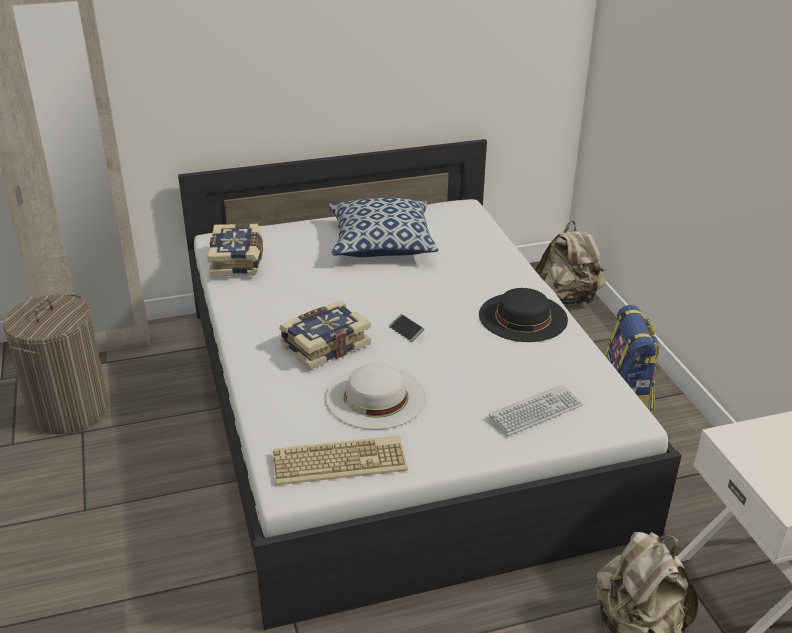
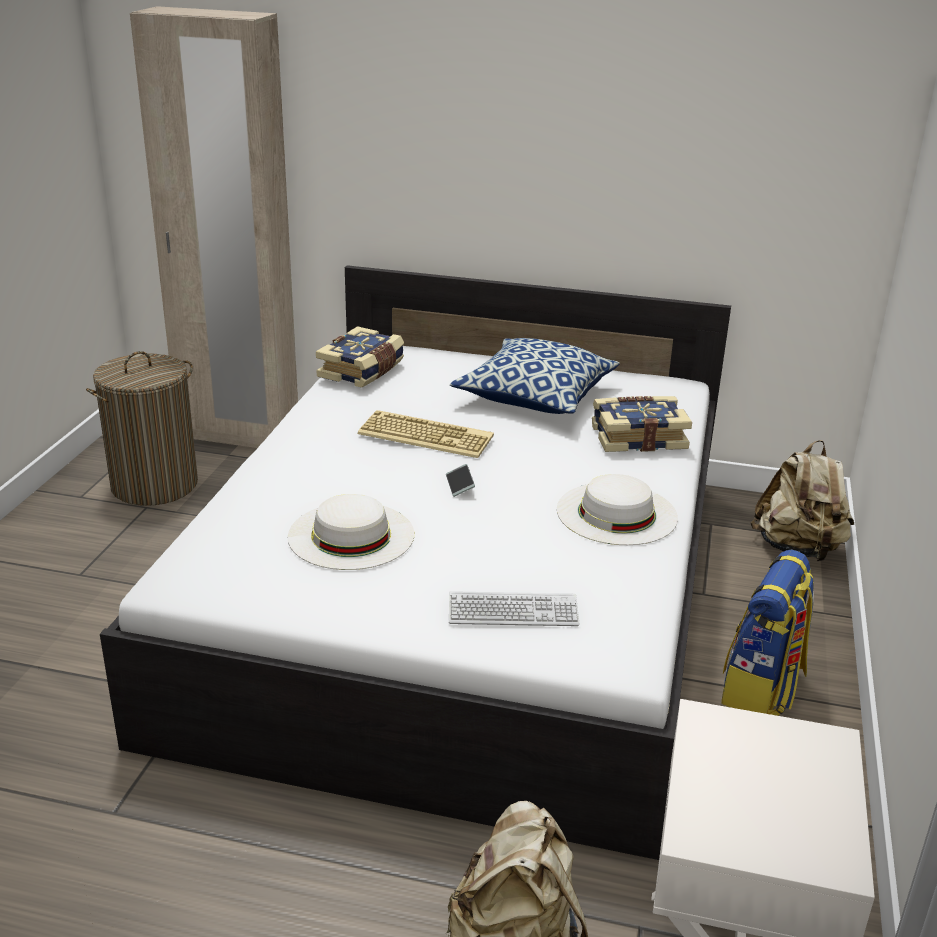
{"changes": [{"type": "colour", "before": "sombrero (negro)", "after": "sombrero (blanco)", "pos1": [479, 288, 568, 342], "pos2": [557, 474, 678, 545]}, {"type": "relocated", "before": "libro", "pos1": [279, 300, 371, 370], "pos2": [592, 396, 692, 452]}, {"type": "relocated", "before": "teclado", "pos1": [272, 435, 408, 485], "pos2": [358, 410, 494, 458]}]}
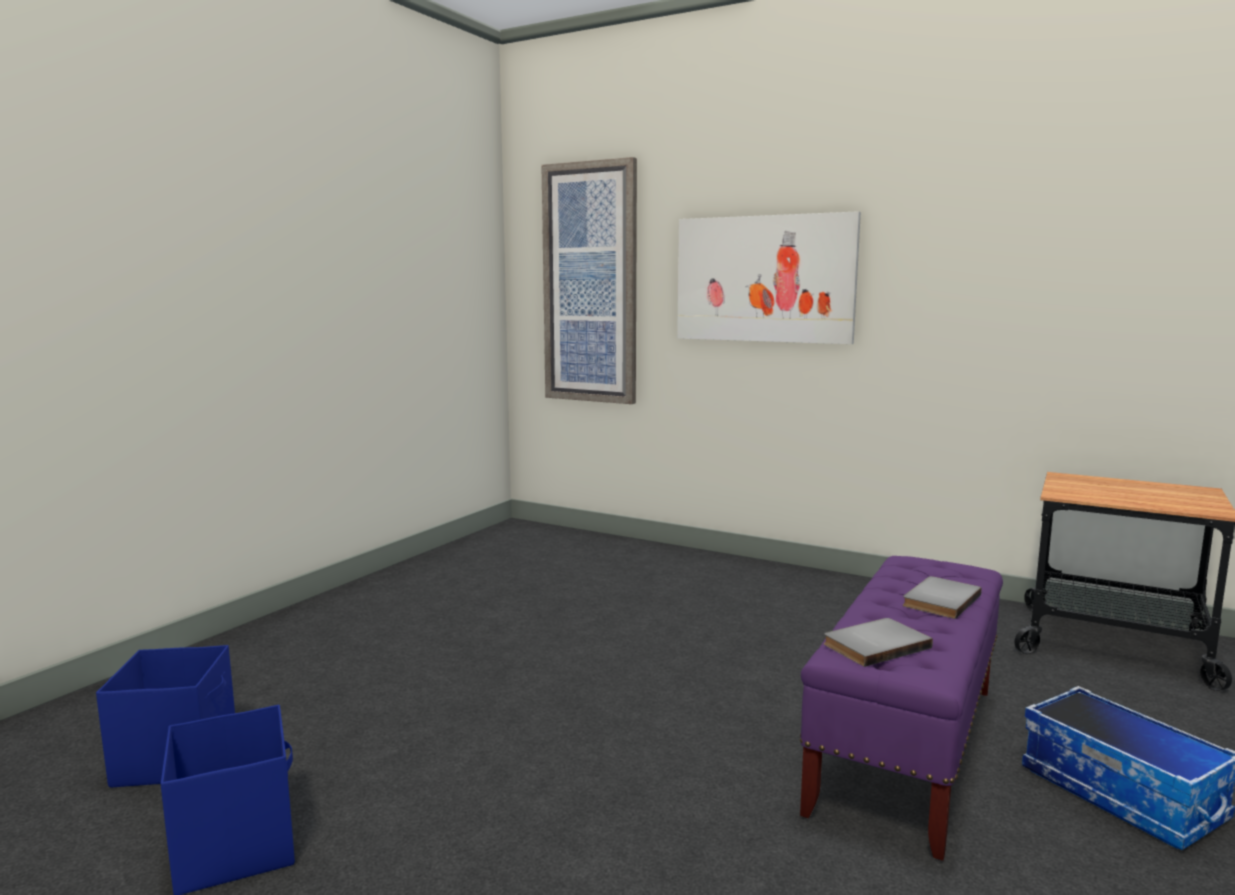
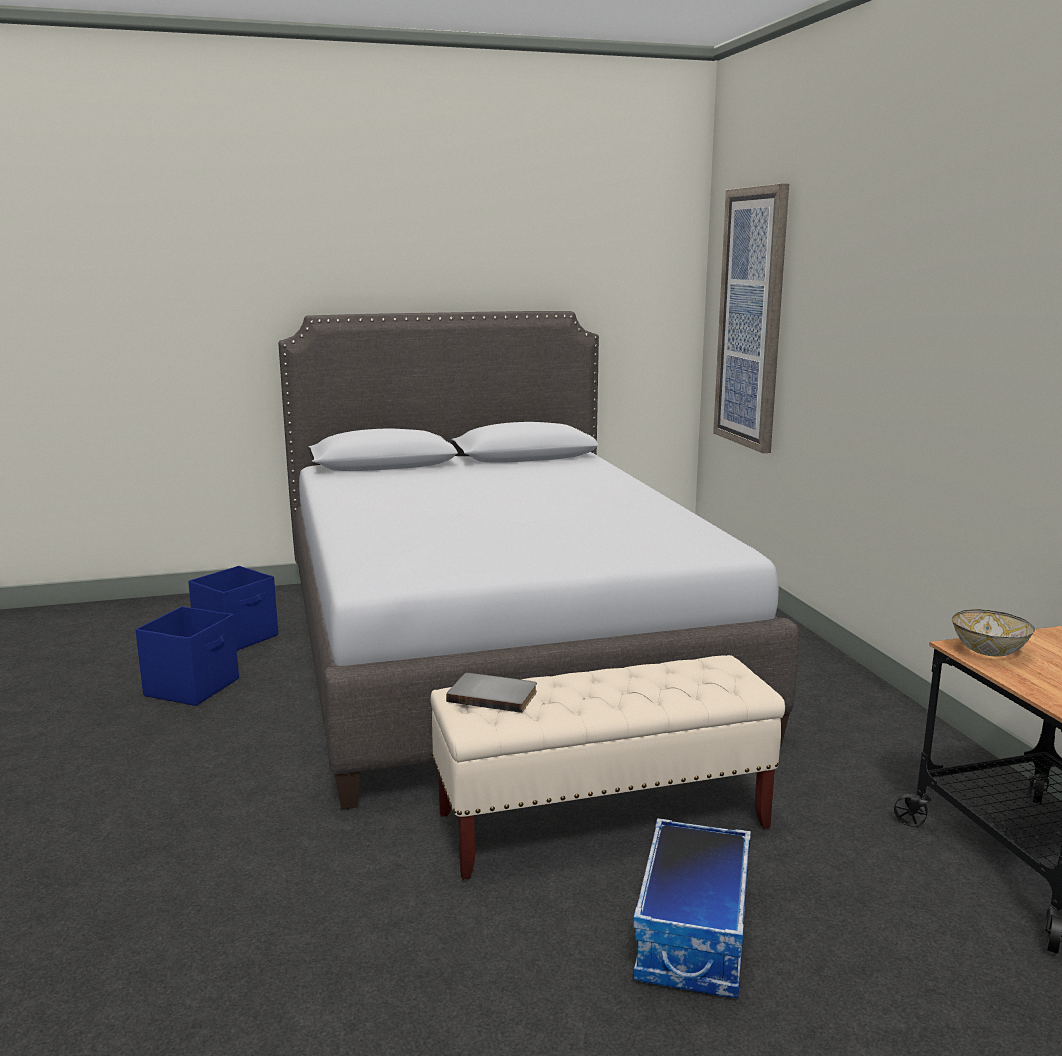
{"changes": [{"type": "missing", "before": "cuadro", "pos1": [677, 211, 861, 344]}, {"type": "colour", "before": "banco (morado)", "after": "banco (beis)", "pos1": [800, 556, 1003, 861], "pos2": [430, 655, 785, 880]}, {"type": "missing", "before": "libro (gris)", "pos1": [903, 576, 982, 619]}, {"type": "appeared", "after": "cama (gris)", "pos2": [278, 311, 799, 810]}, {"type": "appeared", "after": "cuenco", "pos2": [952, 609, 1035, 657]}]}
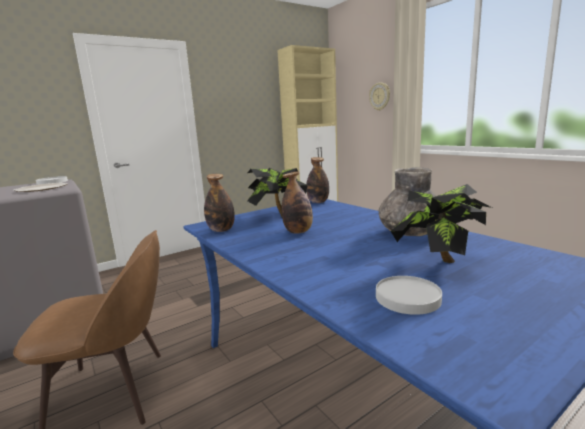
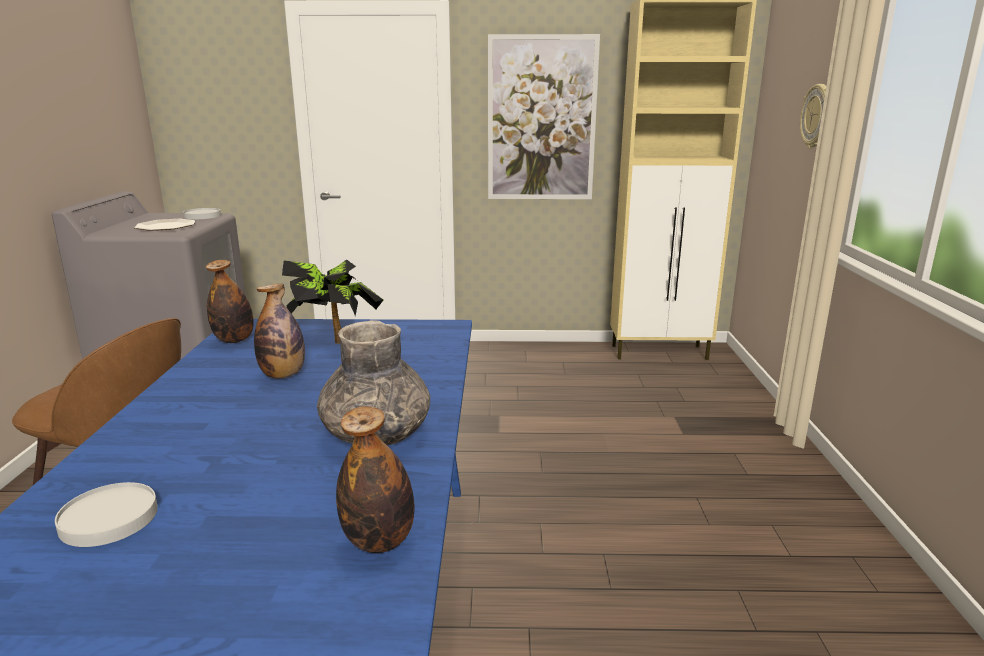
{"changes": [{"type": "relocated", "before": "botella", "pos1": [306, 157, 329, 203], "pos2": [336, 406, 414, 553]}, {"type": "missing", "before": "planta en maceta", "pos1": [391, 184, 492, 263]}, {"type": "appeared", "after": "cuadro", "pos2": [488, 34, 600, 199]}]}
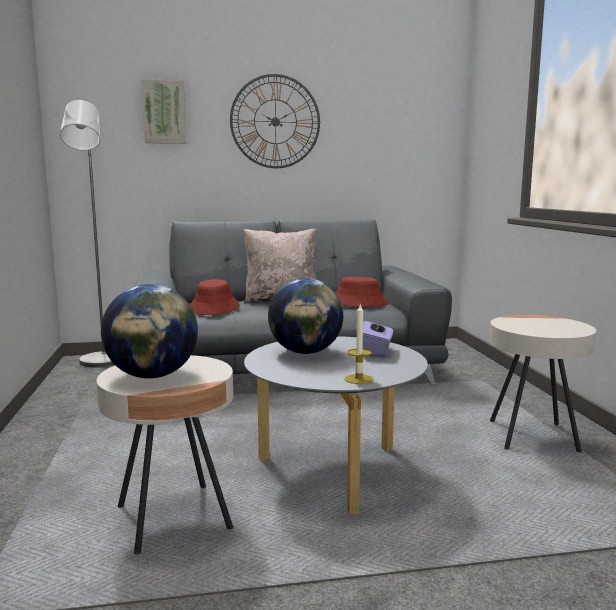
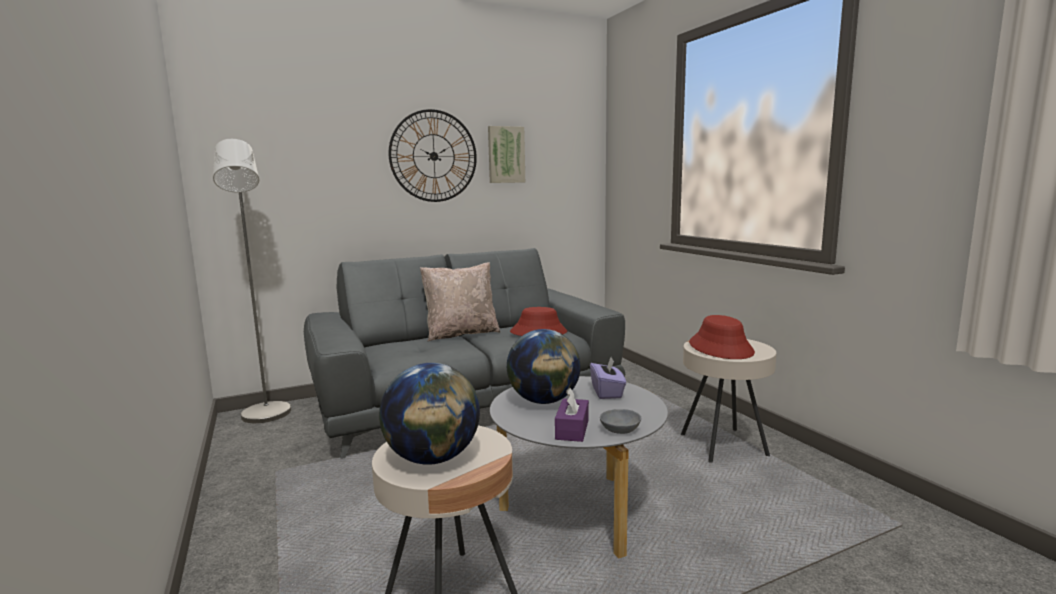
{"changes": [{"type": "relocated", "before": "cuadro", "pos1": [141, 79, 186, 144], "pos2": [488, 126, 525, 183]}, {"type": "relocated", "before": "sombrero (rojo)", "pos1": [190, 279, 240, 315], "pos2": [689, 315, 755, 359]}, {"type": "exchanged", "before": "vela", "after": "cuenco (gris)", "pos1": [345, 303, 373, 384], "pos2": [600, 409, 641, 434]}, {"type": "appeared", "after": "caja de pañuelos (morado)", "pos2": [555, 388, 589, 442]}]}
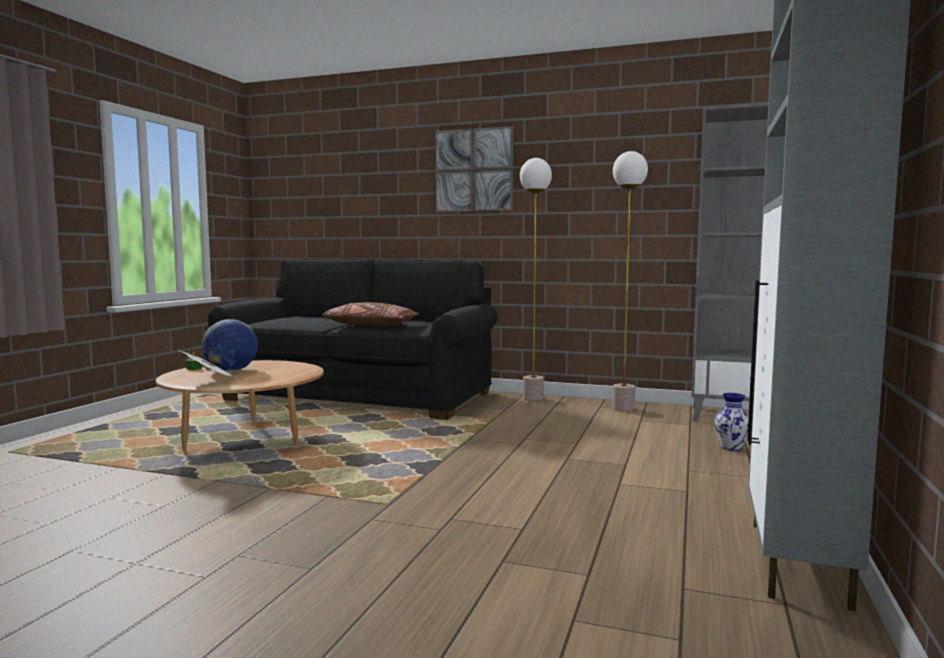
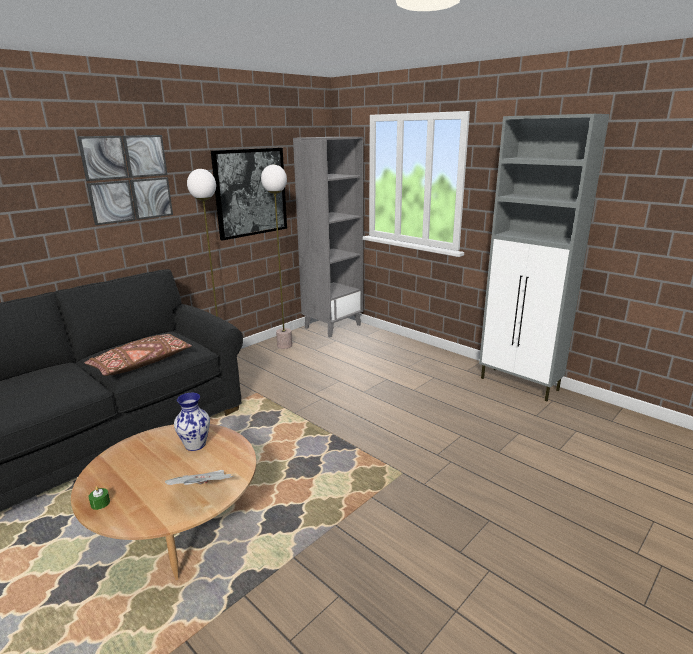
{"changes": [{"type": "missing", "before": "globo terráqueo", "pos1": [202, 319, 258, 371]}, {"type": "relocated", "before": "florero", "pos1": [715, 393, 749, 451], "pos2": [174, 393, 210, 451]}, {"type": "appeared", "after": "cuadro", "pos2": [211, 148, 287, 241]}]}
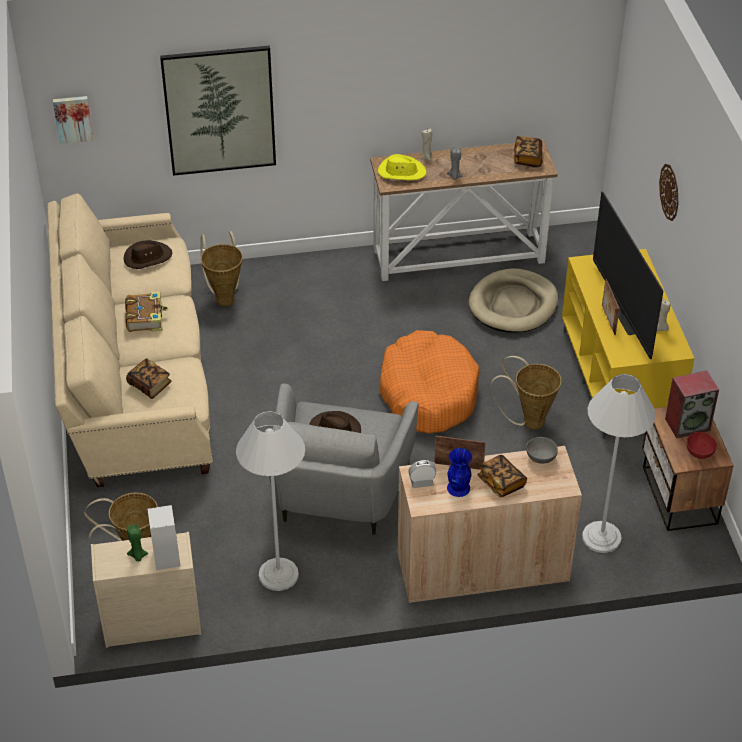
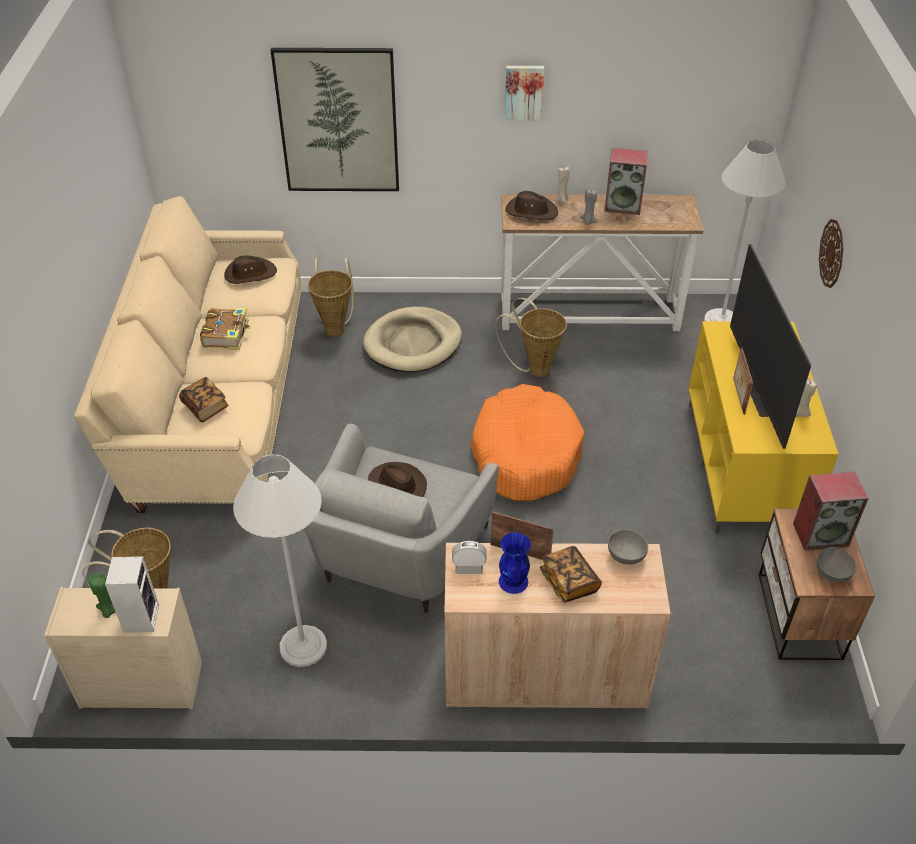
{"changes": [{"type": "relocated", "before": "cuadro", "pos1": [53, 96, 94, 144], "pos2": [505, 66, 544, 120]}, {"type": "missing", "before": "libro", "pos1": [514, 136, 543, 167]}, {"type": "colour", "before": "sombrero (amarillo)", "after": "sombrero (marrón)", "pos1": [378, 154, 426, 180], "pos2": [506, 191, 558, 220]}, {"type": "relocated", "before": "cama para perro (beis)", "pos1": [469, 268, 558, 333], "pos2": [363, 307, 462, 372]}, {"type": "relocated", "before": "cesta", "pos1": [491, 356, 562, 429], "pos2": [496, 298, 567, 377]}, {"type": "relocated", "before": "lámpara de pie (blanco)", "pos1": [582, 374, 656, 553], "pos2": [704, 140, 786, 321]}, {"type": "colour", "before": "cuenco (rojo)", "after": "cuenco (gris)", "pos1": [686, 432, 717, 459], "pos2": [817, 547, 856, 582]}, {"type": "appeared", "after": "altavoz", "pos2": [604, 148, 648, 215]}]}
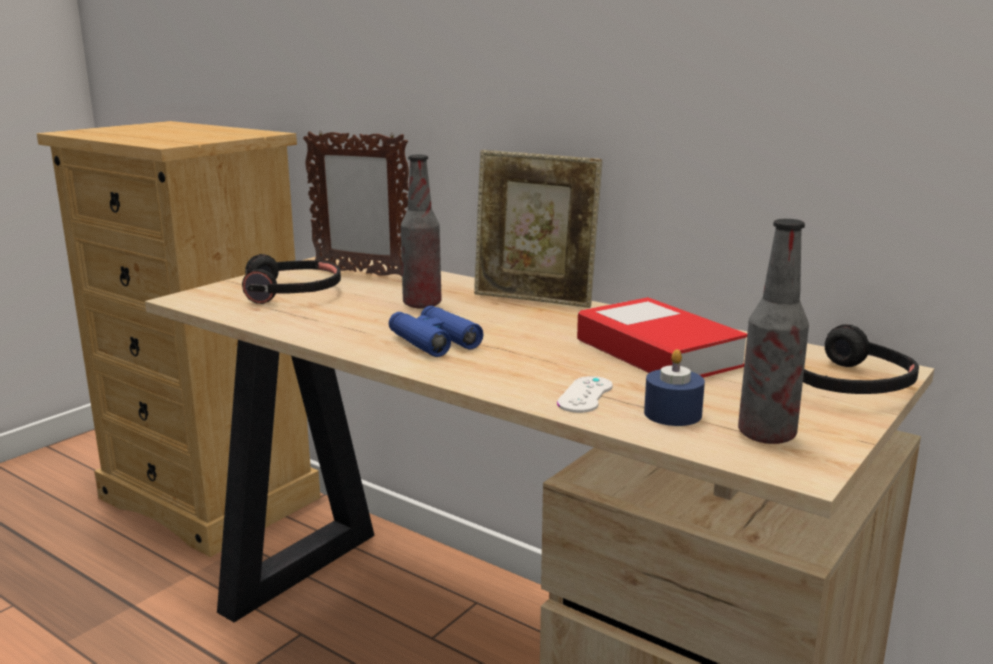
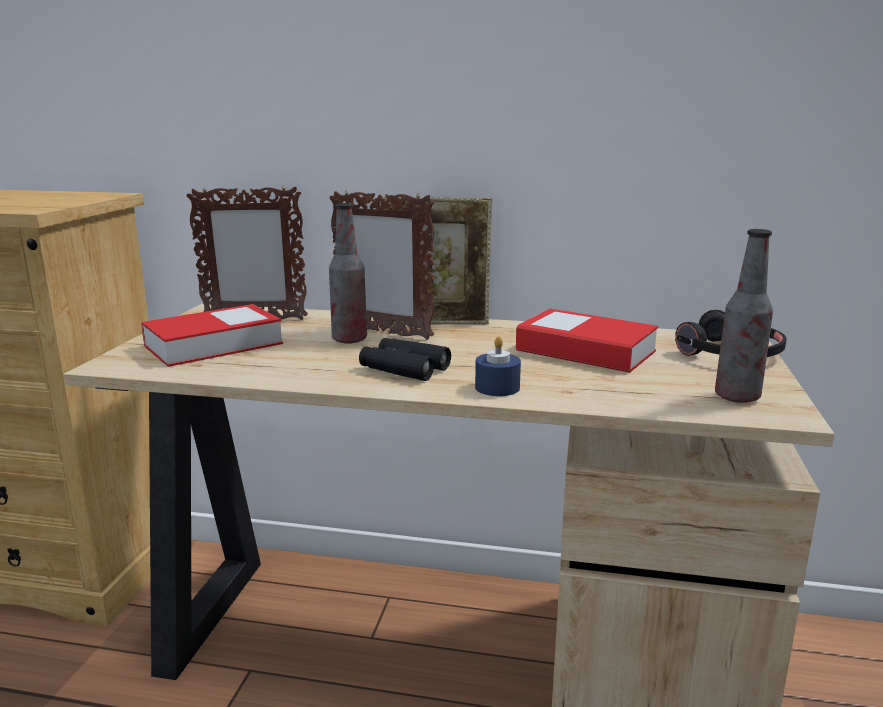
{"changes": [{"type": "exchanged", "before": "auriculares (negro)", "after": "libro", "pos1": [242, 254, 341, 304], "pos2": [141, 304, 283, 367]}, {"type": "colour", "before": "prismáticos (azul)", "after": "prismáticos (negro)", "pos1": [389, 306, 483, 357], "pos2": [359, 338, 451, 381]}, {"type": "relocated", "before": "vela (azul)", "pos1": [644, 349, 705, 426], "pos2": [475, 336, 521, 396]}, {"type": "missing", "before": "mando de consola (blanco)", "pos1": [557, 376, 613, 413]}, {"type": "appeared", "after": "portarretratos", "pos2": [329, 190, 434, 340]}]}
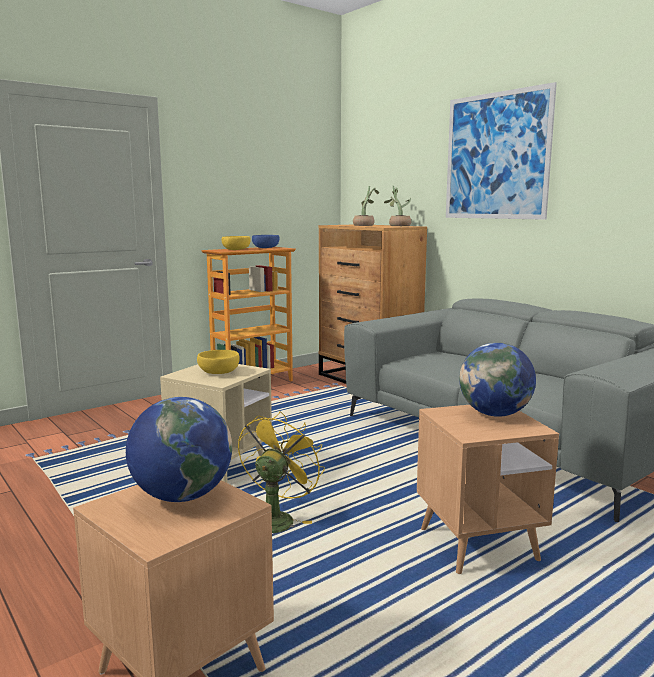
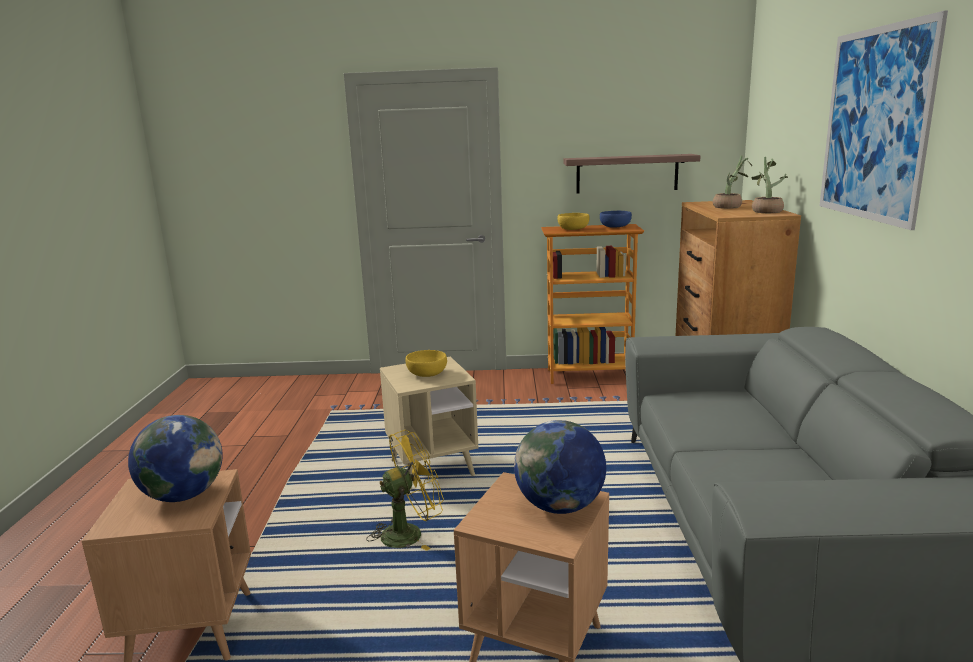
{"changes": [{"type": "appeared", "after": "estante", "pos2": [564, 154, 700, 193]}]}
